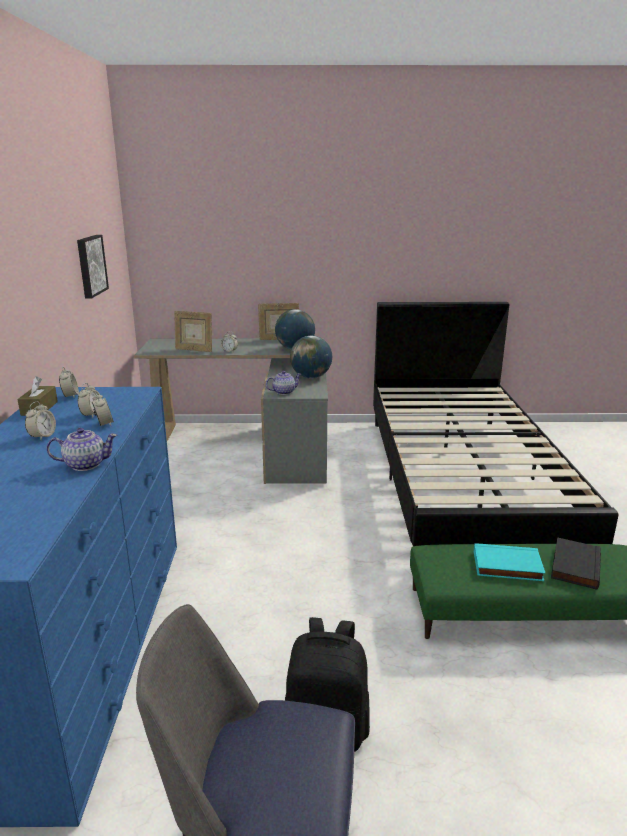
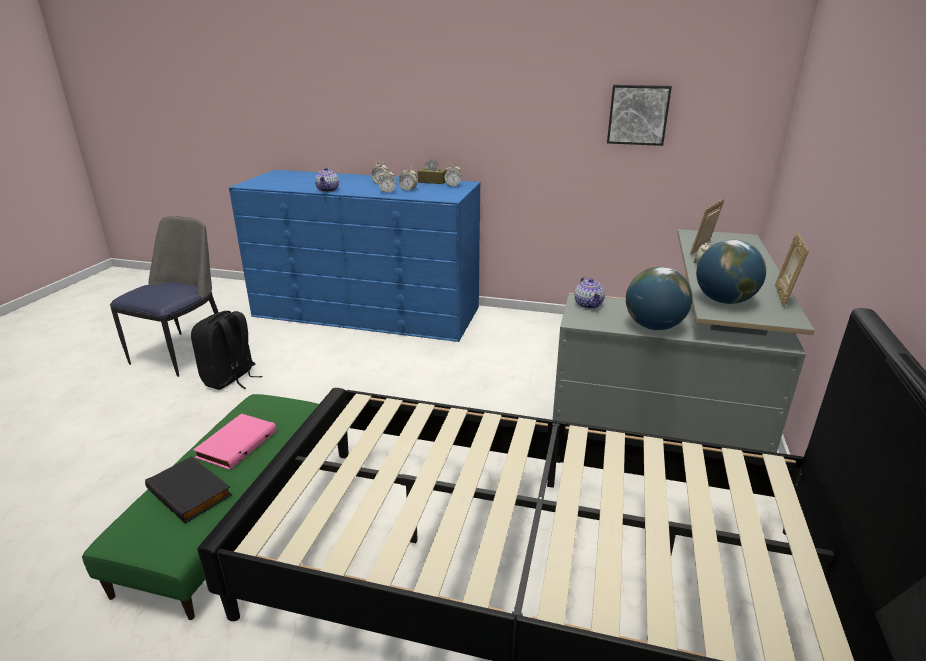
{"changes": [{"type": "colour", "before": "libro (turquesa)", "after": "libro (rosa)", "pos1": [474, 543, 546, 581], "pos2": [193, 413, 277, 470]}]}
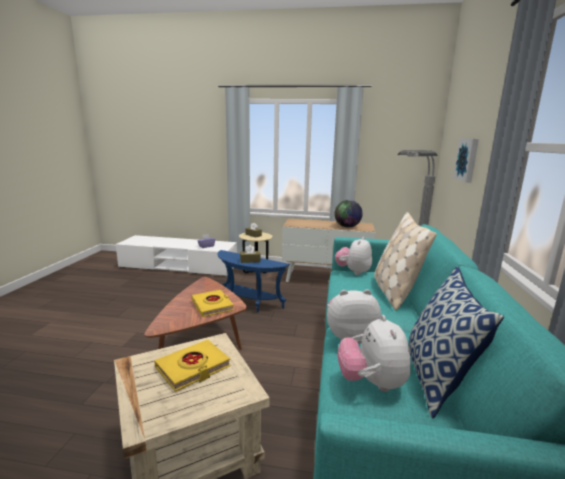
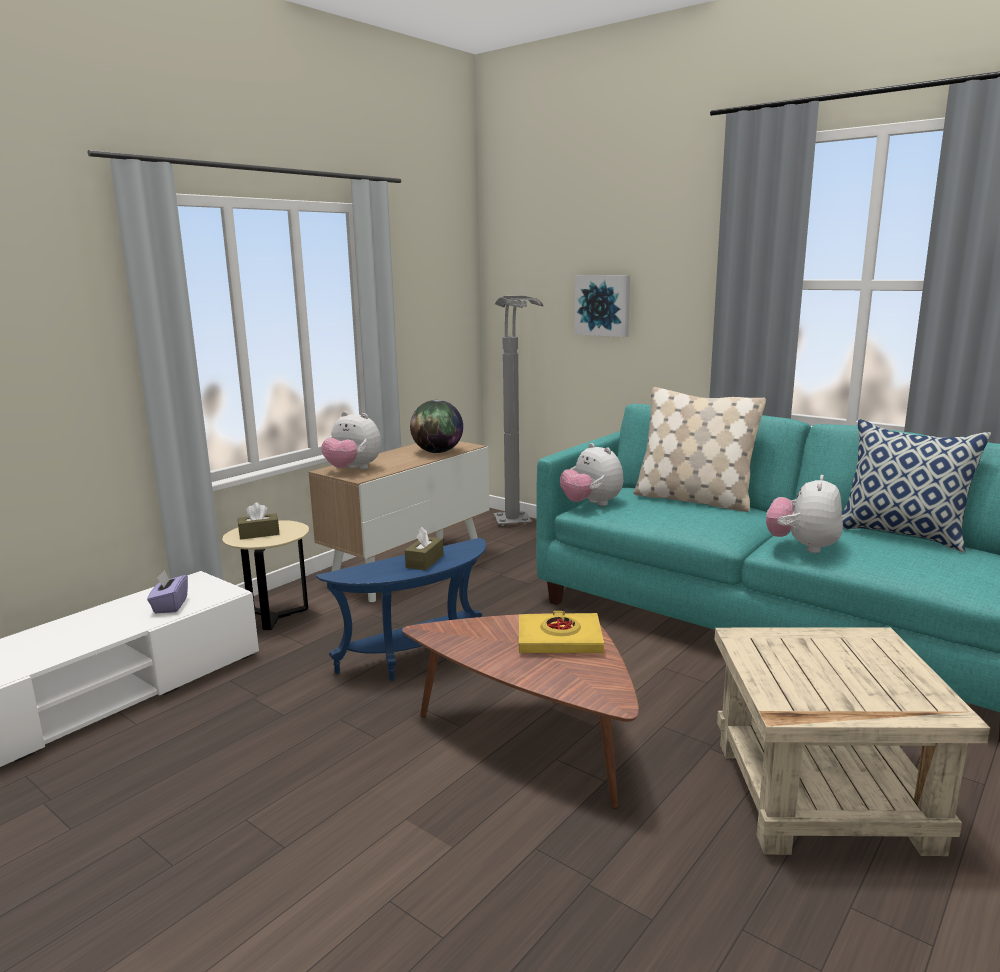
{"changes": [{"type": "relocated", "before": "peluche", "pos1": [337, 315, 411, 392], "pos2": [321, 411, 381, 469]}, {"type": "missing", "before": "libro (amarillo)", "pos1": [154, 339, 231, 392]}]}
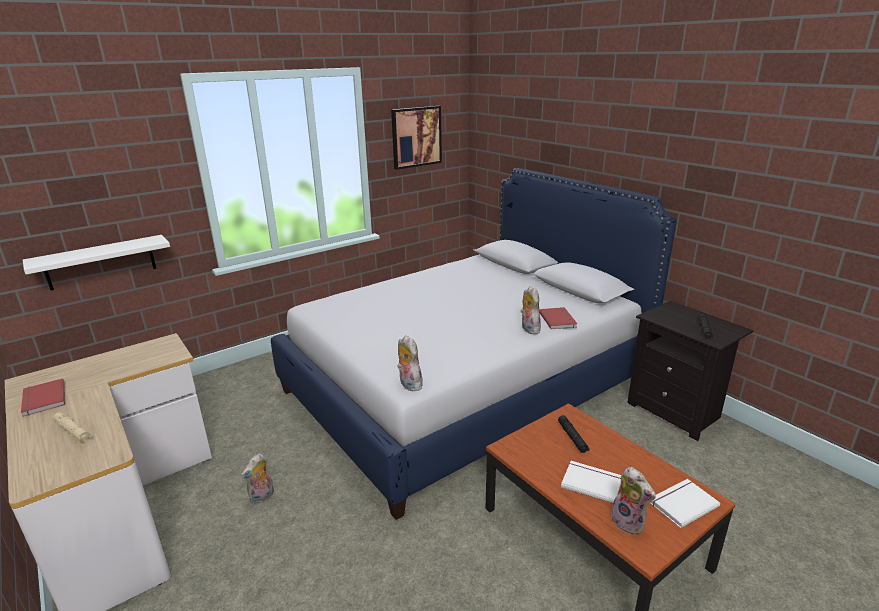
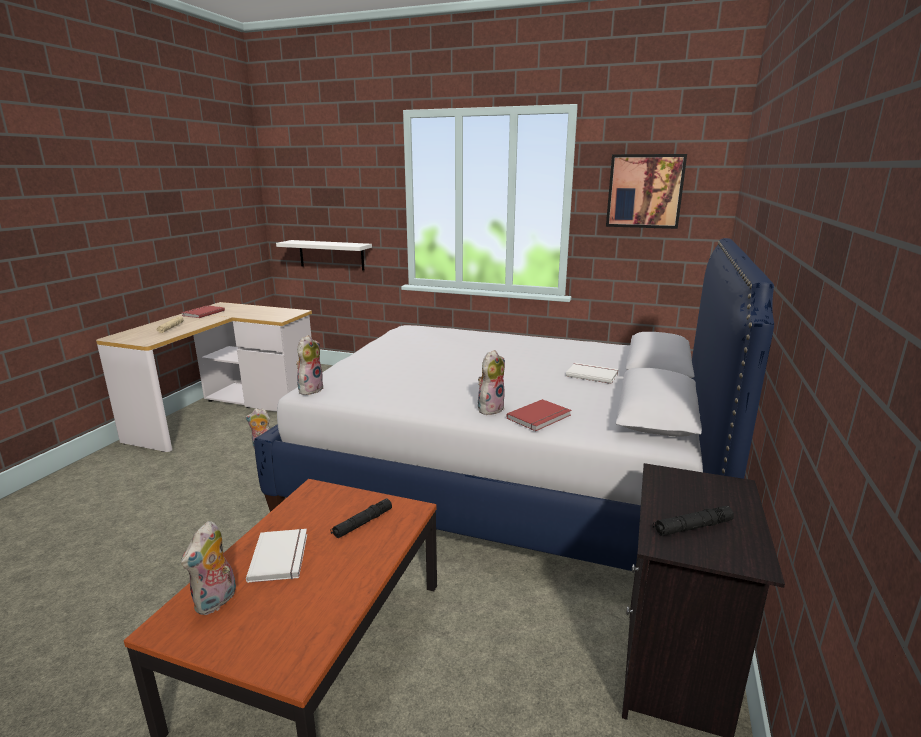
{"changes": [{"type": "relocated", "before": "libro (blanco)", "pos1": [649, 479, 720, 528], "pos2": [566, 363, 619, 384]}]}
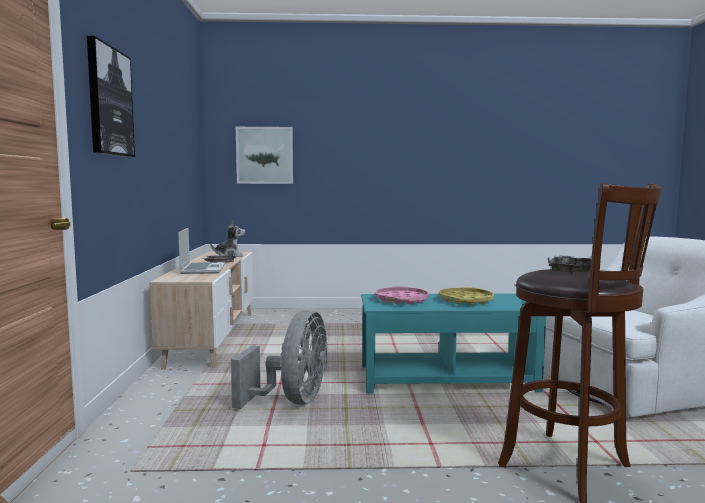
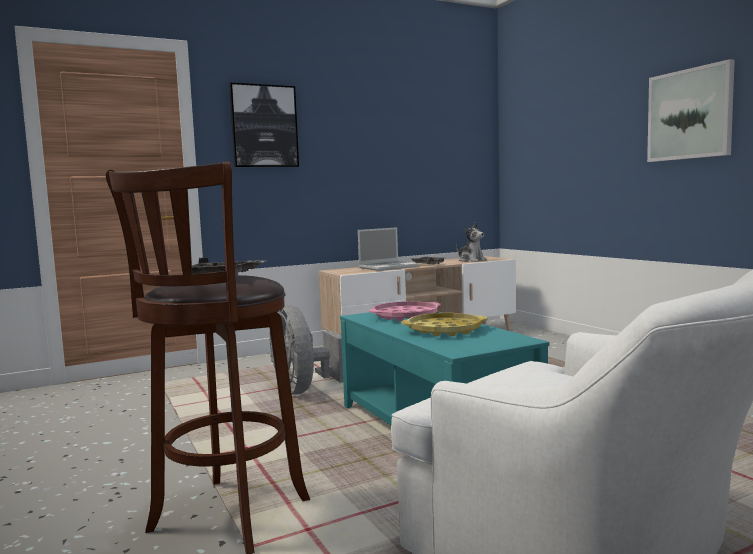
{"changes": [{"type": "relocated", "before": "cuadro", "pos1": [236, 127, 293, 184], "pos2": [647, 59, 735, 162]}, {"type": "spun", "before": "ventilador (gris)", "pos1": [231, 310, 327, 409], "pos2": [269, 305, 343, 395], "turn": 75}]}
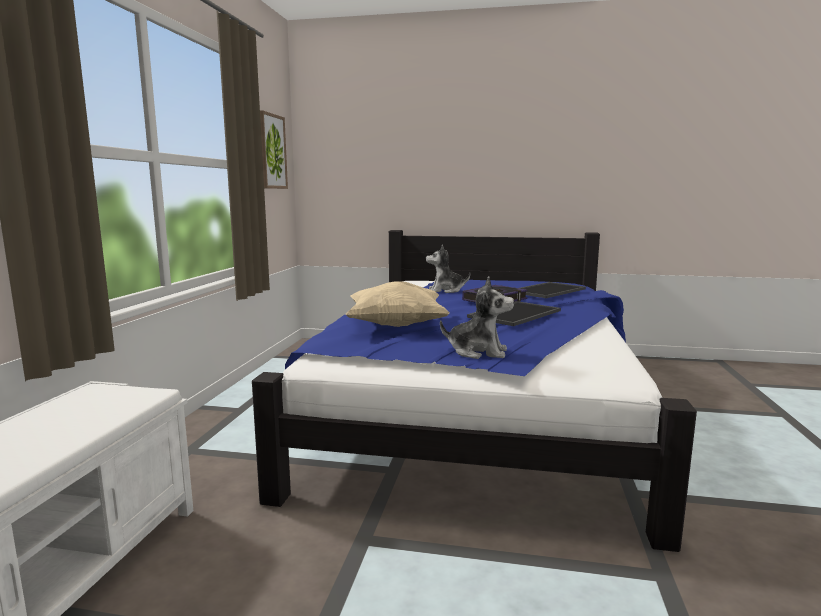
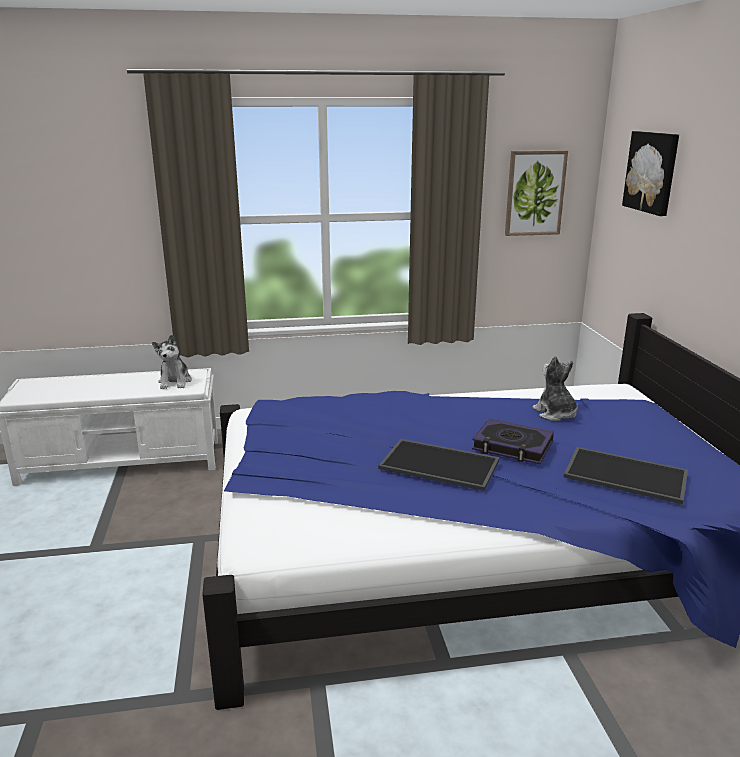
{"changes": [{"type": "relocated", "before": "peluche", "pos1": [440, 277, 514, 359], "pos2": [152, 335, 192, 389]}, {"type": "missing", "before": "cojín (beis)", "pos1": [345, 281, 450, 327]}, {"type": "appeared", "after": "cuadro", "pos2": [622, 131, 679, 216]}]}
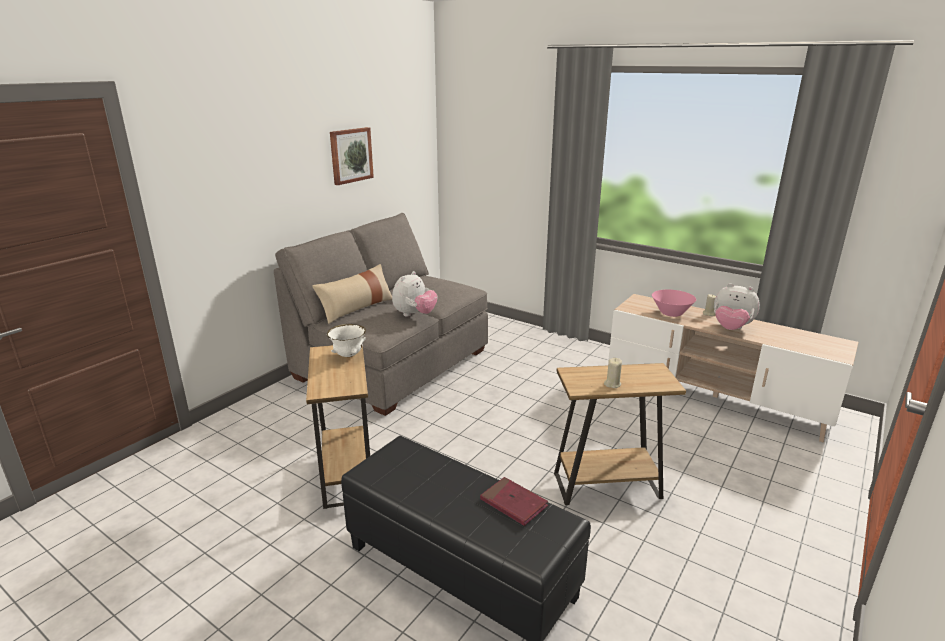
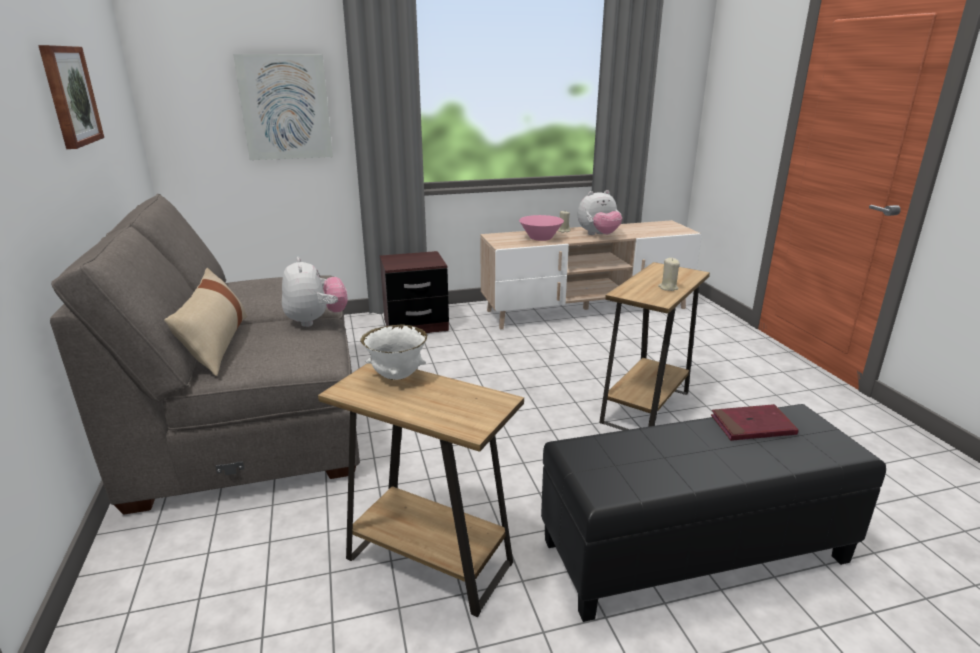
{"changes": [{"type": "appeared", "after": "cuadro", "pos2": [233, 54, 333, 160]}, {"type": "appeared", "after": "mesita de noche (marrón)", "pos2": [380, 251, 449, 333]}]}
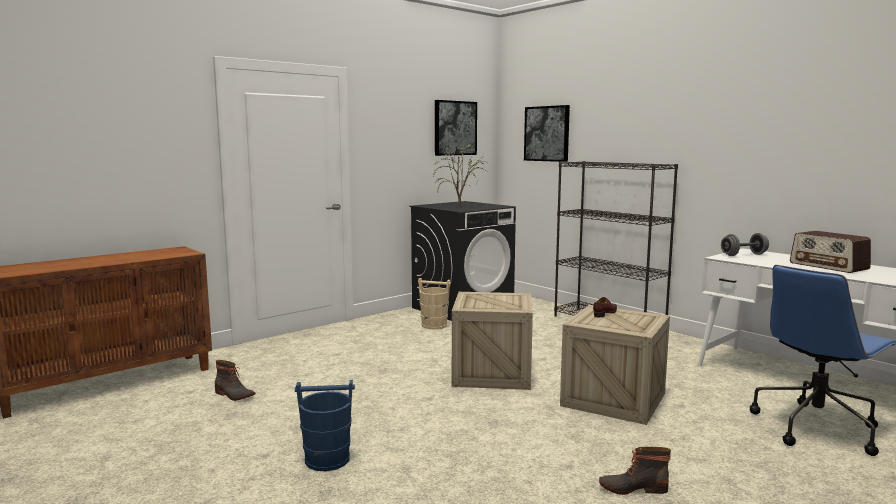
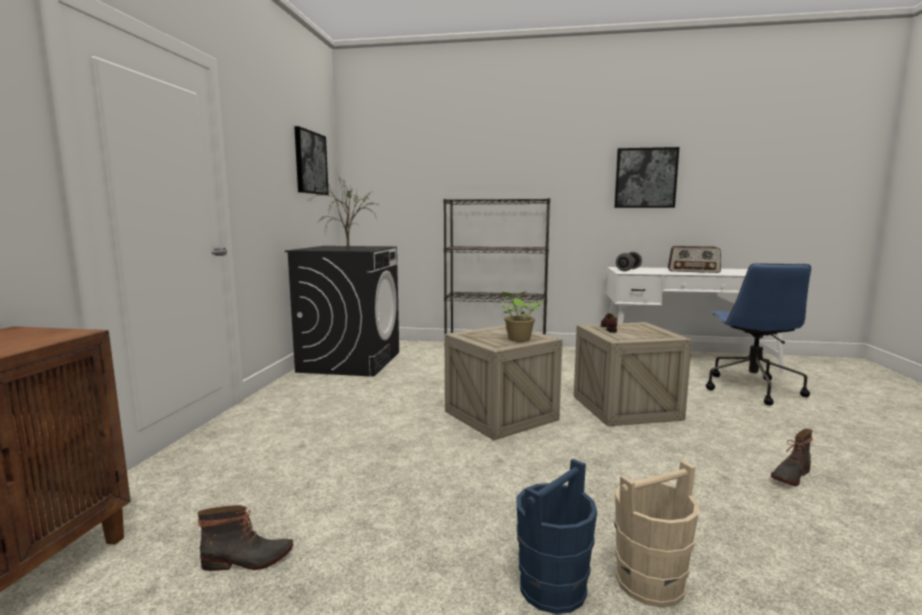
{"changes": [{"type": "relocated", "before": "cuadro", "pos1": [524, 105, 570, 162], "pos2": [614, 147, 679, 208]}, {"type": "relocated", "before": "cubo (beis)", "pos1": [418, 278, 451, 329], "pos2": [615, 460, 699, 608]}, {"type": "appeared", "after": "planta en maceta", "pos2": [497, 291, 543, 342]}]}
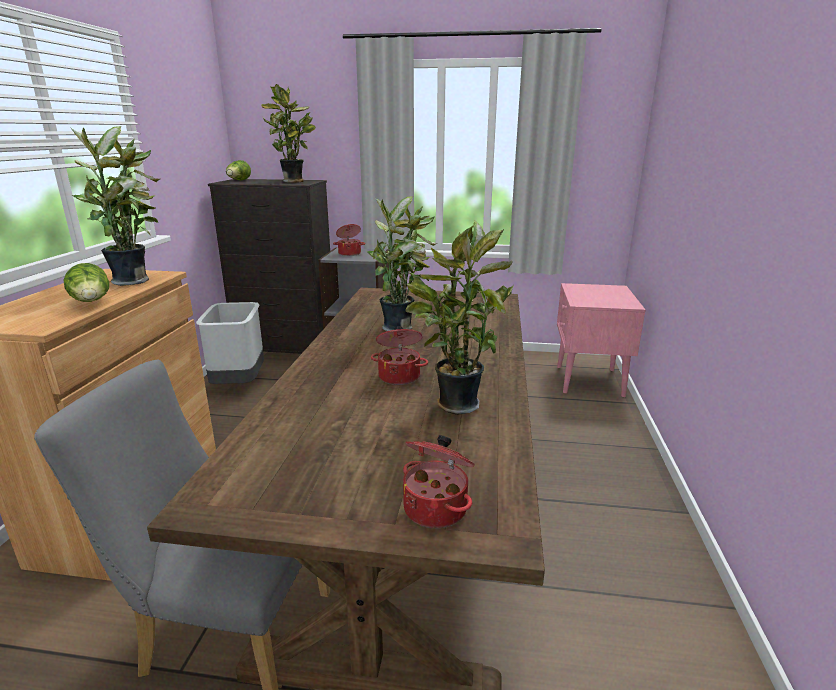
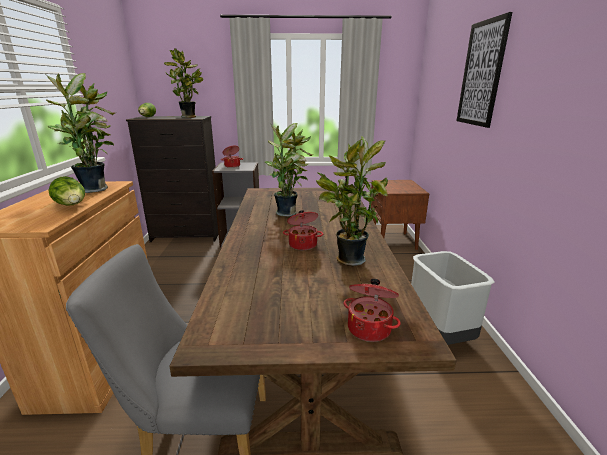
{"changes": [{"type": "colour", "before": "mesita de noche (rosa)", "after": "mesita de noche (marrón)", "pos1": [557, 283, 646, 397], "pos2": [371, 180, 429, 250]}, {"type": "relocated", "before": "papelera (gris)", "pos1": [196, 302, 264, 384], "pos2": [411, 251, 494, 345]}, {"type": "appeared", "after": "cuadro", "pos2": [457, 12, 512, 128]}]}
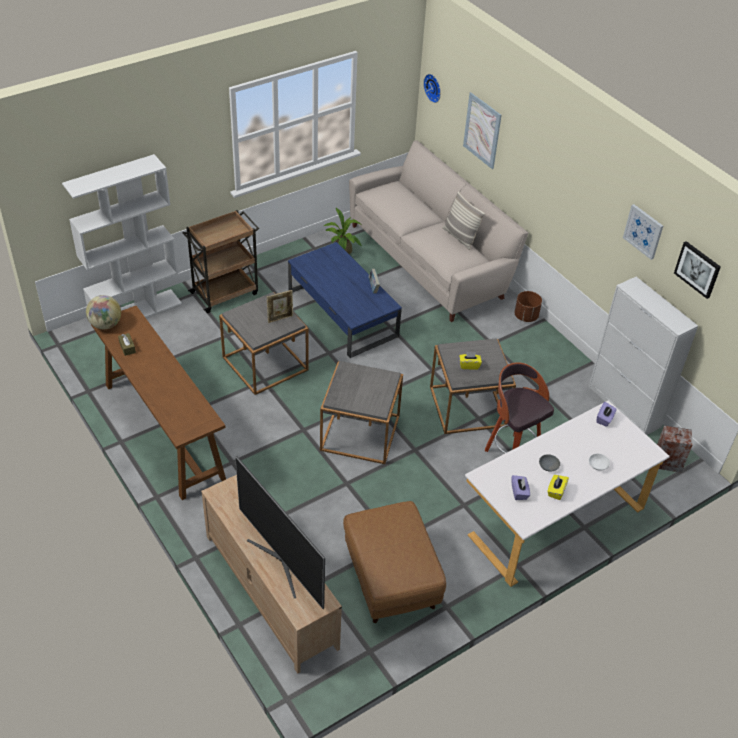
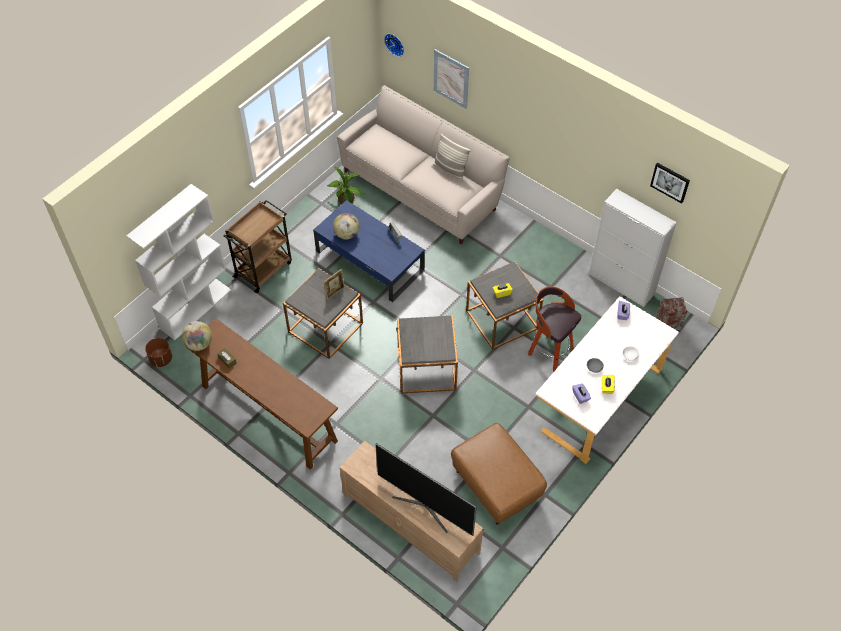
{"changes": [{"type": "missing", "before": "cuadro", "pos1": [623, 204, 663, 260]}, {"type": "relocated", "before": "maceta (marrón)", "pos1": [515, 291, 542, 322], "pos2": [145, 338, 172, 367]}, {"type": "appeared", "after": "globo terráqueo", "pos2": [333, 213, 359, 239]}]}
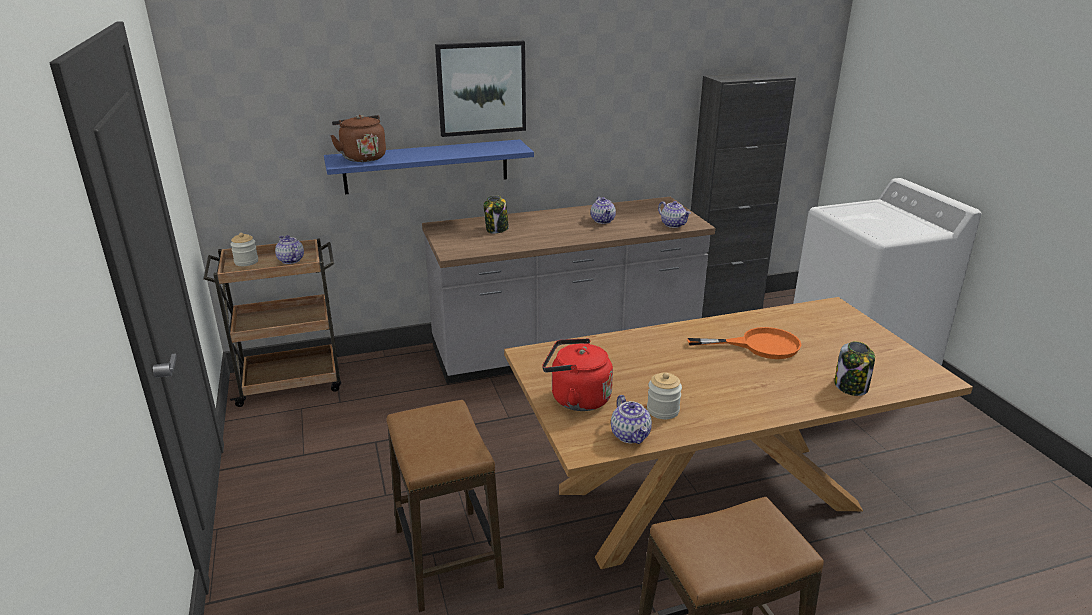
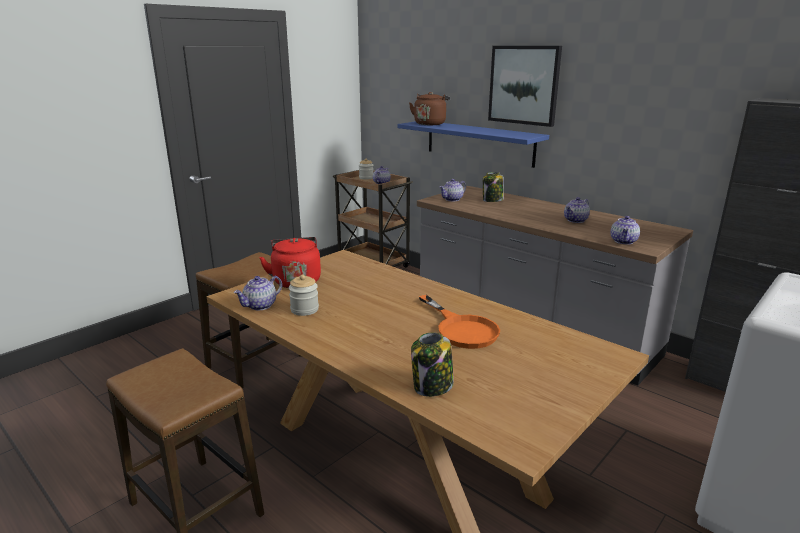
{"changes": [{"type": "appeared", "after": "tetera", "pos2": [440, 179, 466, 201]}]}
